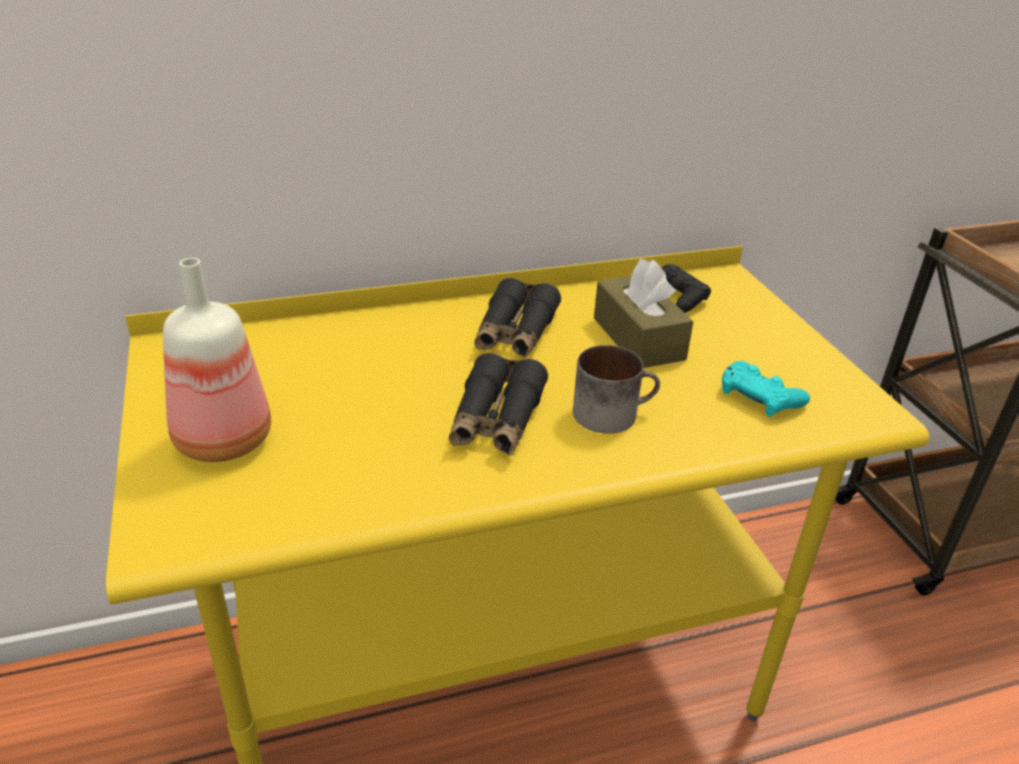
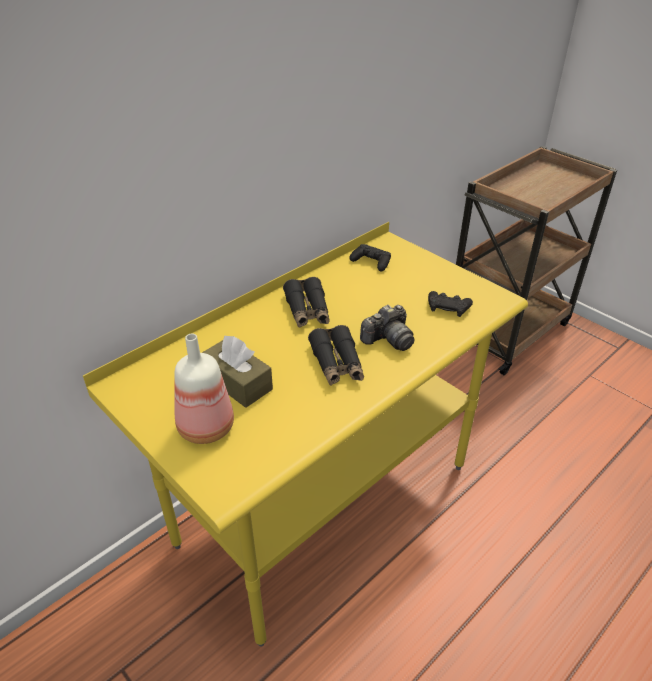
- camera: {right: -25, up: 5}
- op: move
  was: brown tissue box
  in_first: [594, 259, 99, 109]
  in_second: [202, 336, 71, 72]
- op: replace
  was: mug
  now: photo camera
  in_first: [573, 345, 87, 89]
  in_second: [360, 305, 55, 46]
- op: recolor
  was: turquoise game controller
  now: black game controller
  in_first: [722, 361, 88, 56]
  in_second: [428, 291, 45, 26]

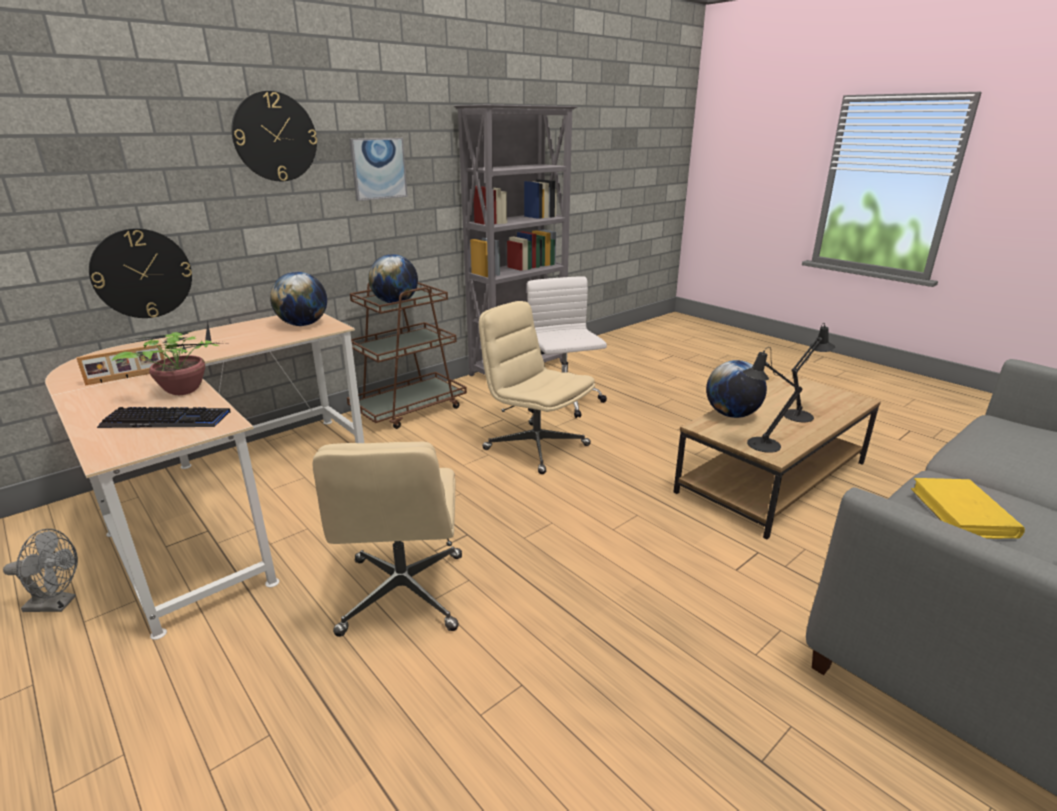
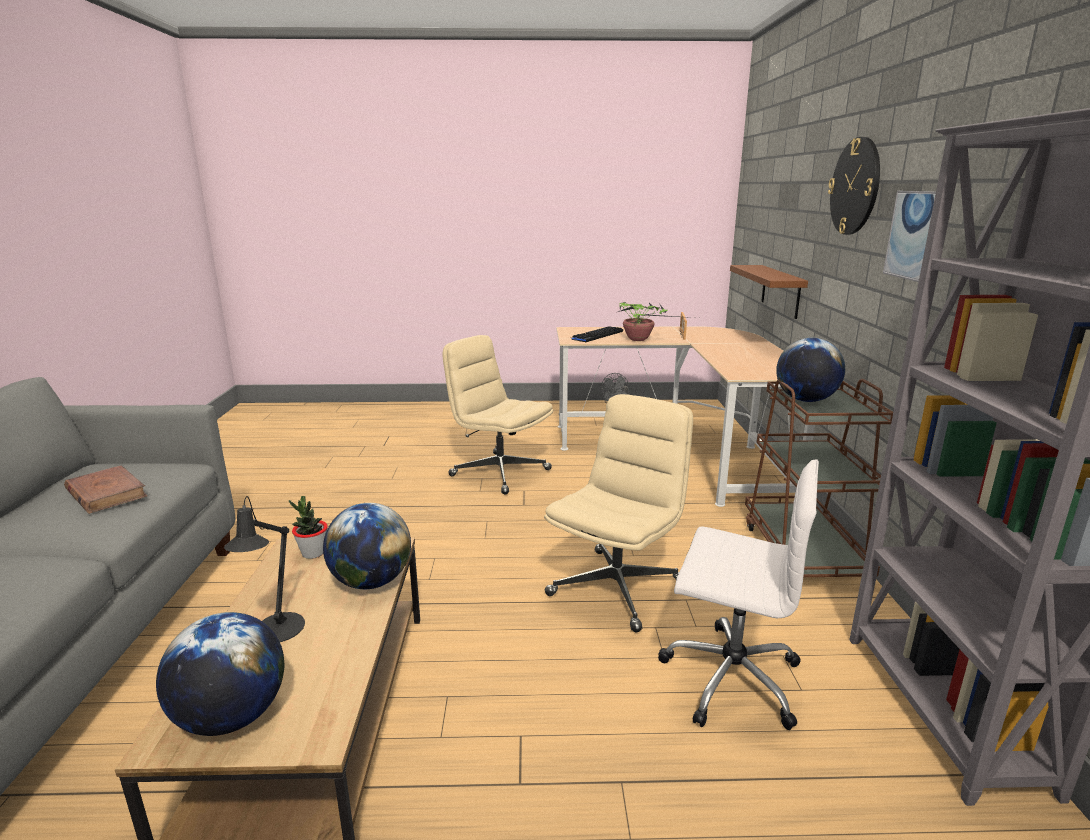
- camera: {right: 130, up: -5}
- op: recolor
  was: yellow book
  now: brown book
  in_first: [911, 478, 114, 61]
  in_second: [64, 465, 83, 49]
- op: move
  was: globe
  in_first: [270, 272, 57, 54]
  in_second: [156, 612, 128, 124]
- op: replace
  was: black table lamp
  now: potted plant
  in_first: [743, 347, 59, 106]
  in_second: [289, 496, 39, 63]
- op: rotate
  was: beige office chair
  in_first: [479, 301, 116, 173]
  in_second: [544, 394, 149, 238]
  clockwise: -45
- op: replace
  was: wall clock
  now: brown shelf
  in_first: [89, 228, 103, 90]
  in_second: [730, 265, 78, 54]

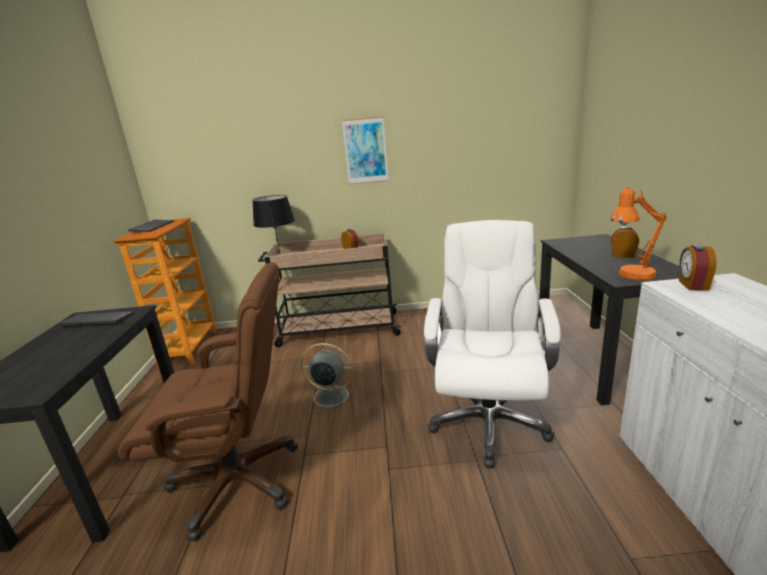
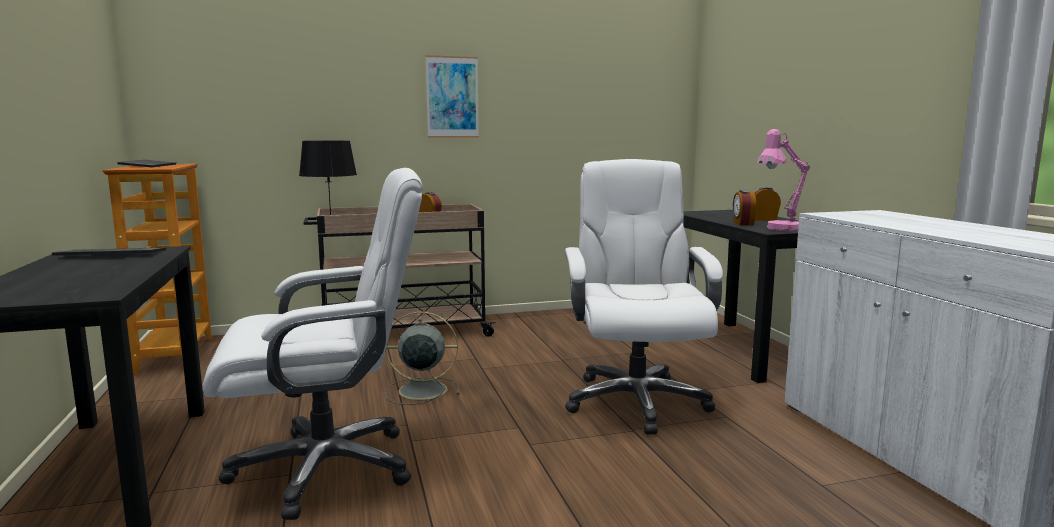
- camera: {right: -15, up: -10}
- op: recolor
  was: brown office chair
  now: white office chair
  in_first: [118, 262, 180, 279]
  in_second: [203, 168, 220, 352]
- op: move
  was: alarm clock
  in_first: [679, 244, 38, 47]
  in_second: [733, 190, 23, 36]
- op: recolor
  was: orange table lamp
  now: pink table lamp
  in_first: [610, 188, 58, 92]
  in_second: [757, 129, 53, 102]

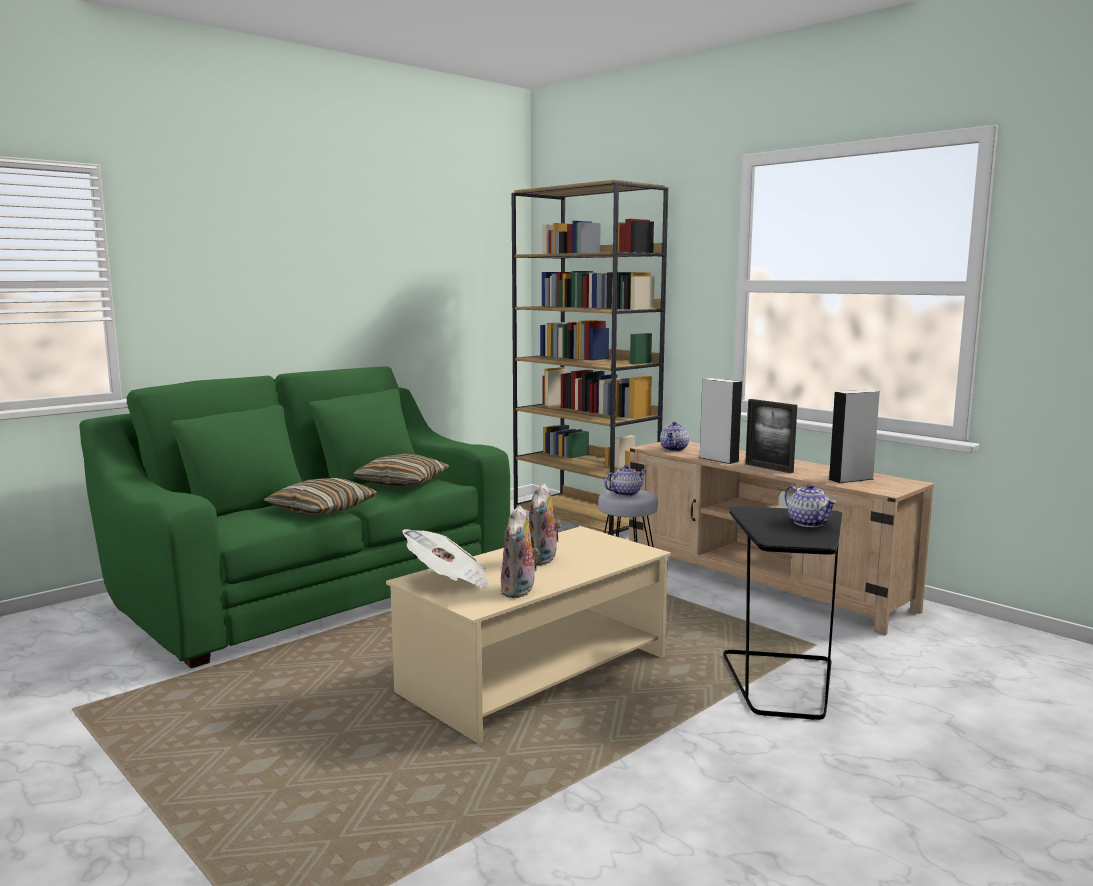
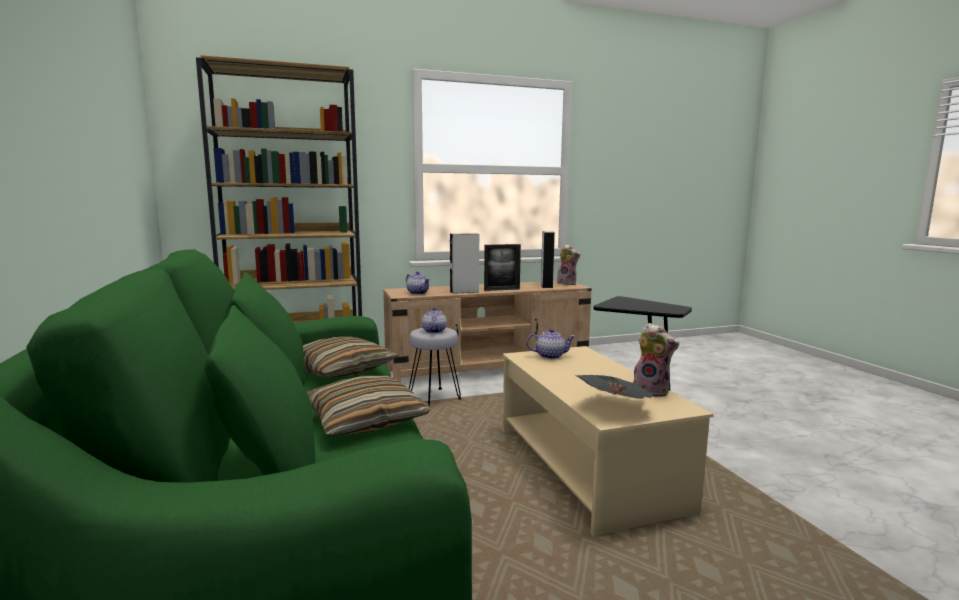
- camera: {right: -65, up: 0}
- op: move
  was: teapot
  in_first: [785, 484, 52, 43]
  in_second: [526, 328, 50, 31]
- op: move
  was: plush toy
  in_first: [529, 483, 32, 83]
  in_second: [557, 244, 23, 41]

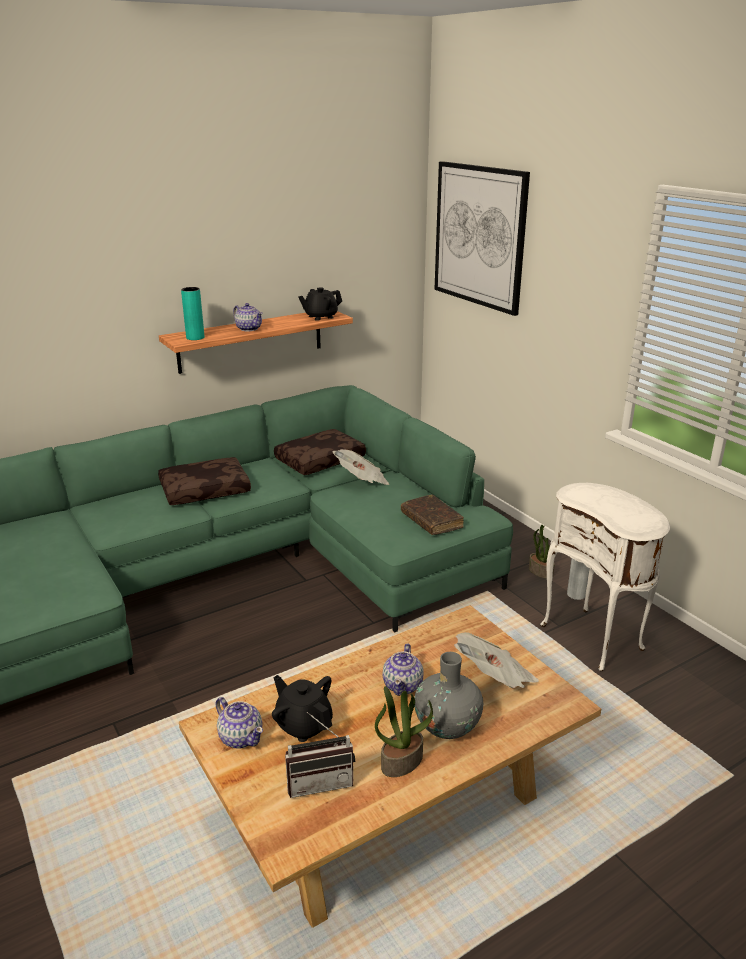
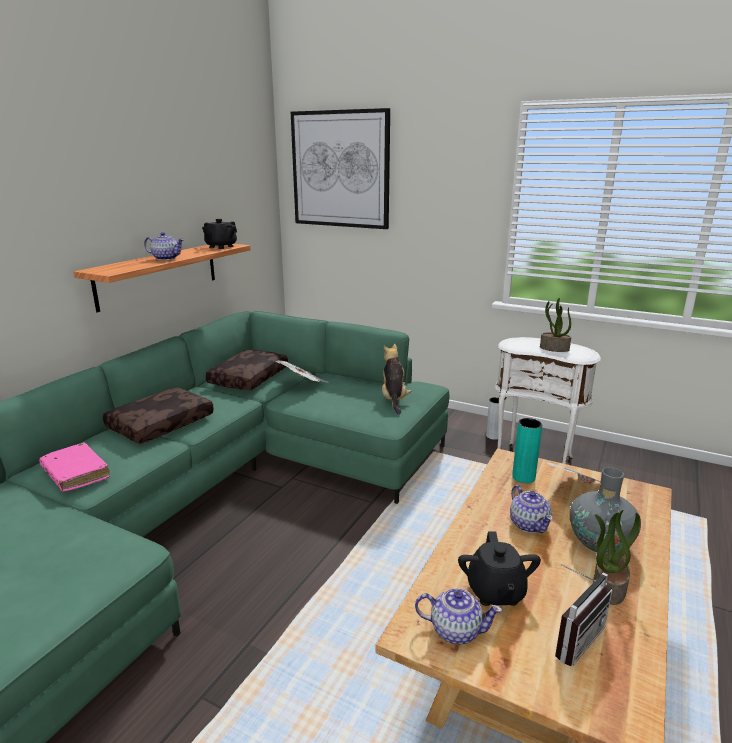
- camera: {right: -30, up: -5}
- op: insert
  now: pink book
  in_second: [39, 443, 71, 49]
- op: replace
  was: brown book
  now: plush toy
  in_first: [401, 494, 63, 41]
  in_second: [382, 344, 30, 71]
- op: rotate
  was: black teapot
  in_first: [272, 675, 61, 67]
  in_second: [458, 531, 83, 75]
  clockwise: -105
- op: move
  was: turquoise vase
  in_first: [181, 287, 23, 53]
  in_second: [512, 418, 30, 65]
- op: move
  was: potted plant
  in_first: [529, 525, 26, 54]
  in_second: [540, 298, 31, 54]

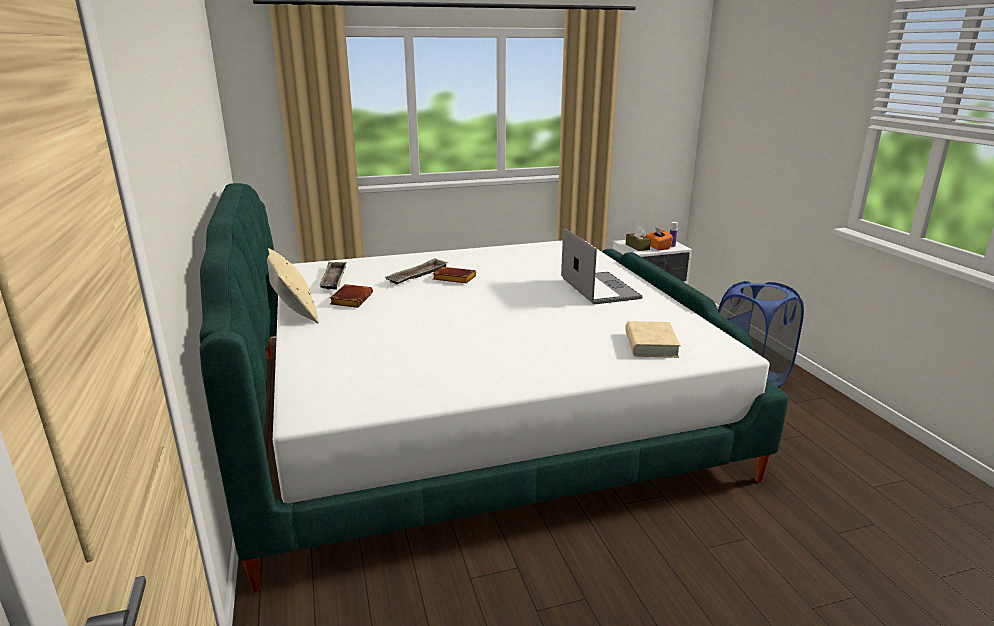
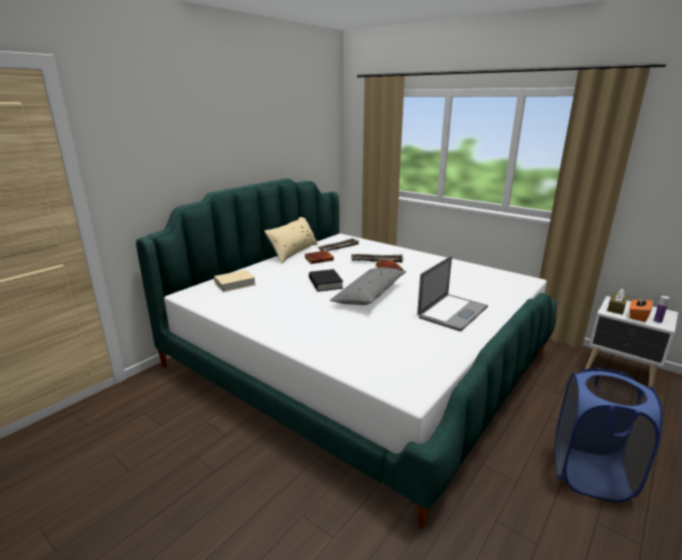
- camera: {right: 55, up: 0}
- op: move
  was: beige book
  in_first: [625, 321, 56, 37]
  in_second: [214, 270, 42, 22]
- op: insert
  now: black book
  in_second: [309, 269, 34, 23]
- op: insert
  now: grey pillow
  in_second: [330, 268, 76, 37]

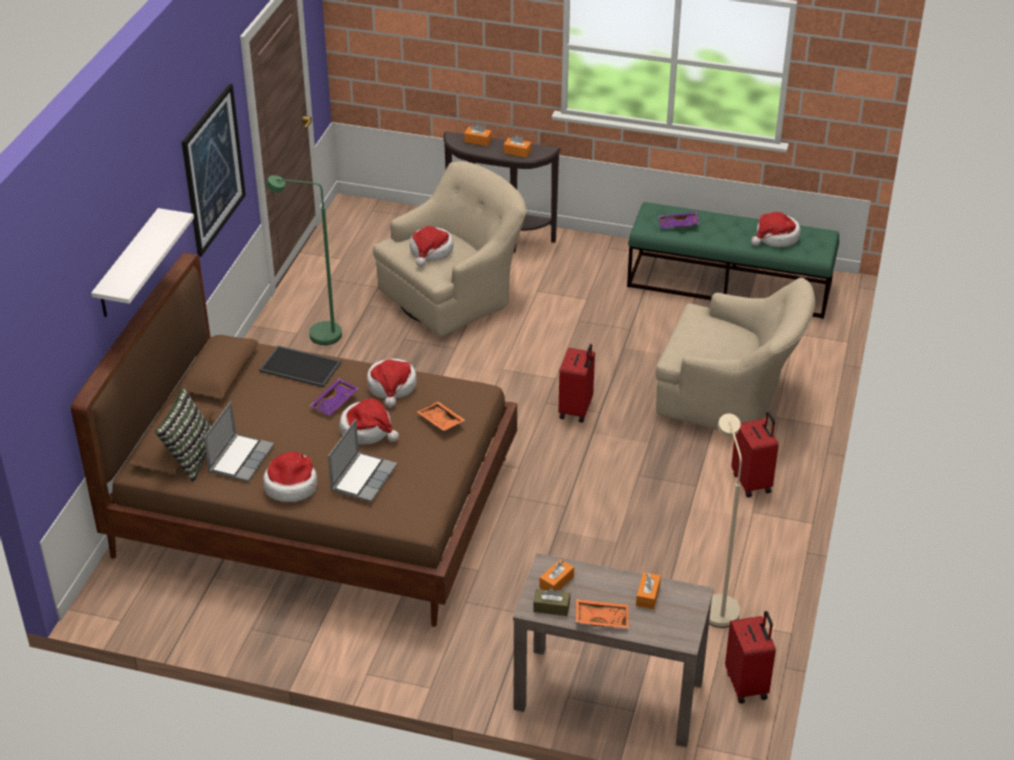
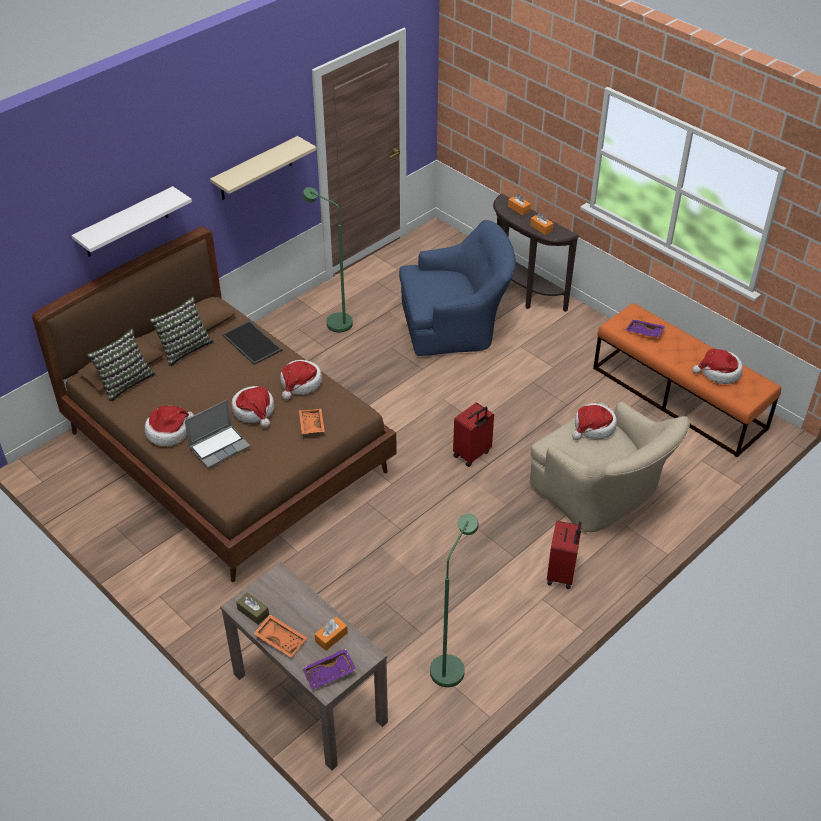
- camera: {right: 30, up: 5}
- op: insert
  now: pillow
  in_second: [149, 296, 65, 71]
- op: replace
  was: picture
  now: beige shelf
  in_first: [181, 84, 65, 173]
  in_second: [210, 136, 107, 64]
- op: move
  was: purple tray
  in_first: [310, 378, 48, 38]
  in_second: [303, 649, 53, 41]
- op: recolor
  was: beige armchair
  now: blue armchair
  in_first: [373, 161, 154, 175]
  in_second: [399, 220, 117, 136]
- op: recolor
  was: beige floor lamp
  now: green floor lamp
  in_first: [709, 414, 33, 214]
  in_second: [430, 514, 49, 173]
- op: move
  was: hat
  in_first: [410, 226, 43, 41]
  in_second: [572, 403, 45, 37]
- op: recolor
  was: green bench
  now: orange bench
  in_first: [627, 202, 212, 117]
  in_second: [593, 303, 188, 154]
- op: delete
  was: laptop
  in_first: [203, 401, 71, 81]
- op: delete
  was: orange tissue box
  in_first: [539, 559, 35, 32]
- op: delete
  was: red suitcase
  in_first: [725, 611, 51, 93]

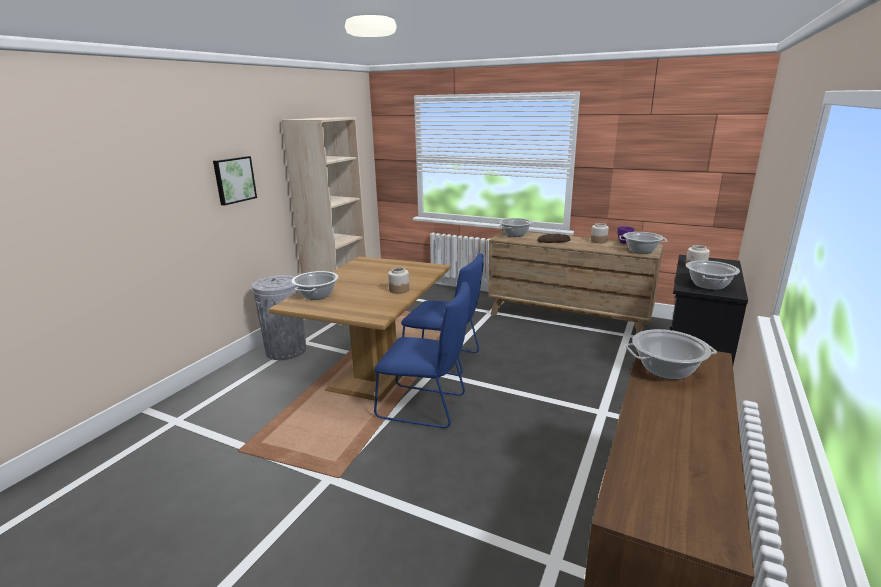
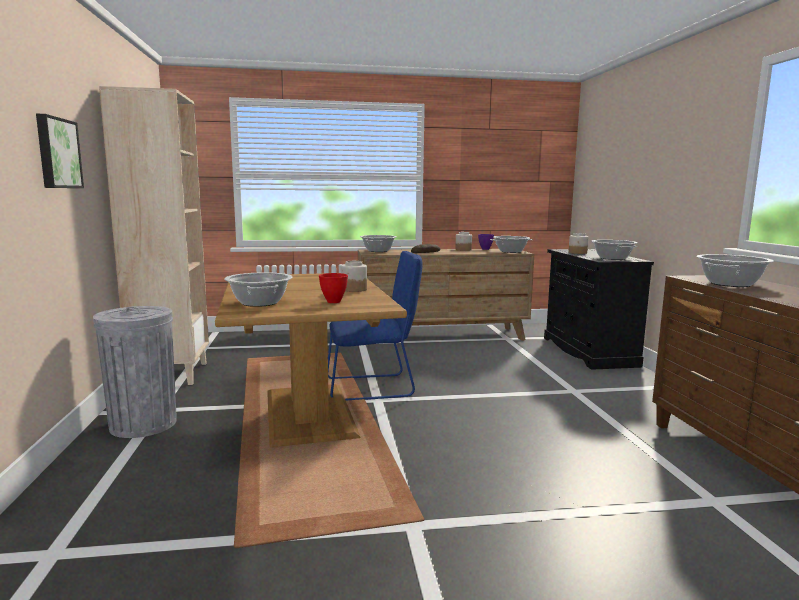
- camera: {right: -35, up: -10}
- op: insert
  now: red bowl
  in_second: [319, 273, 29, 30]
- op: delete
  was: blue chair
  in_first: [374, 282, 96, 146]

